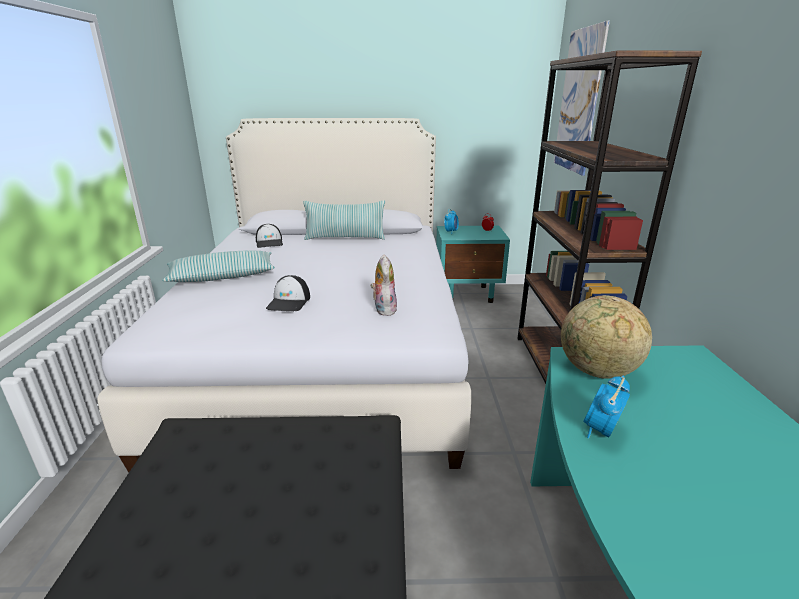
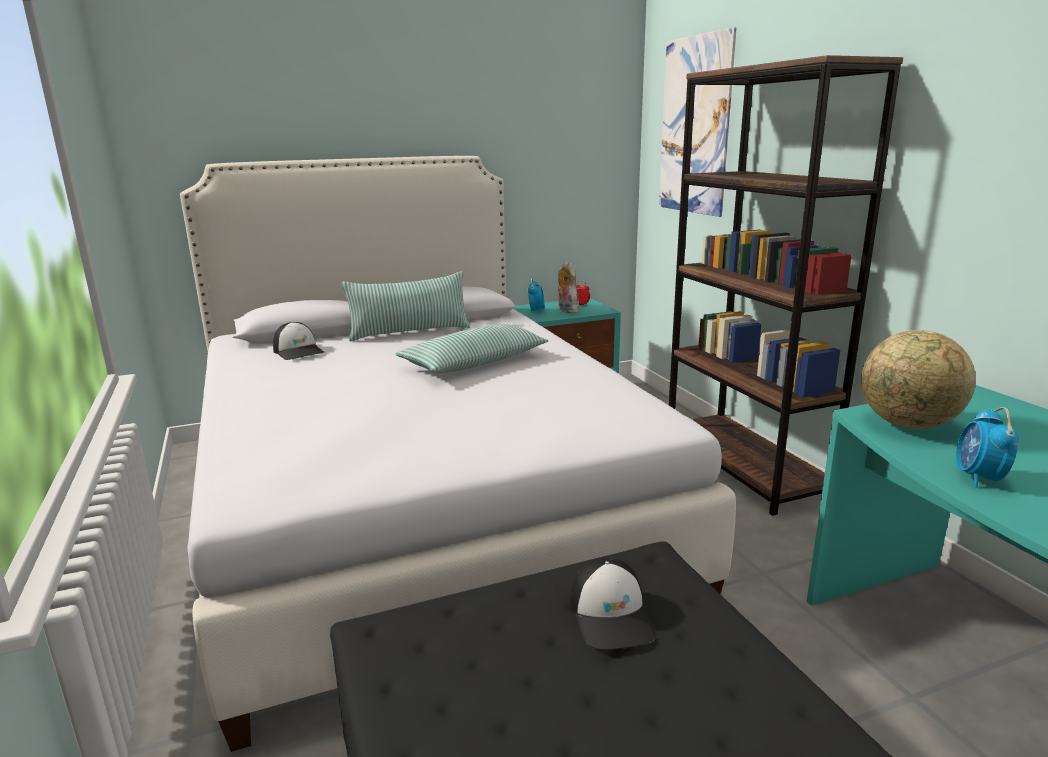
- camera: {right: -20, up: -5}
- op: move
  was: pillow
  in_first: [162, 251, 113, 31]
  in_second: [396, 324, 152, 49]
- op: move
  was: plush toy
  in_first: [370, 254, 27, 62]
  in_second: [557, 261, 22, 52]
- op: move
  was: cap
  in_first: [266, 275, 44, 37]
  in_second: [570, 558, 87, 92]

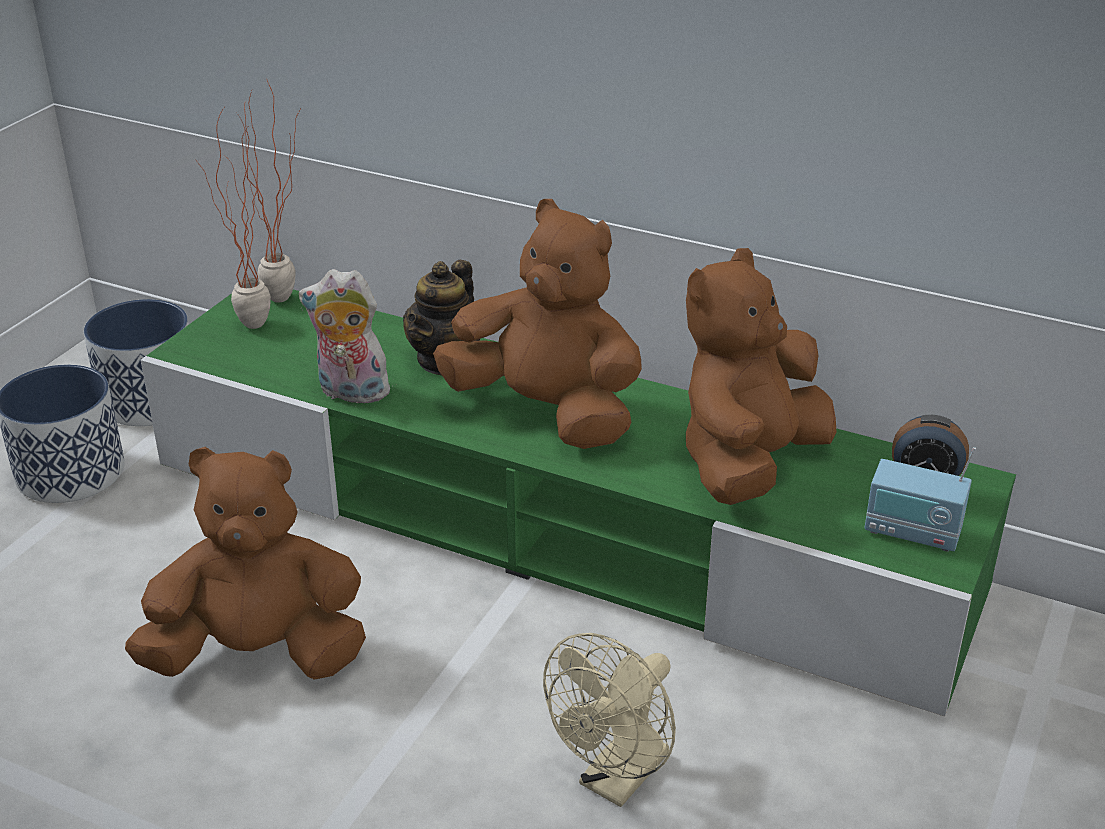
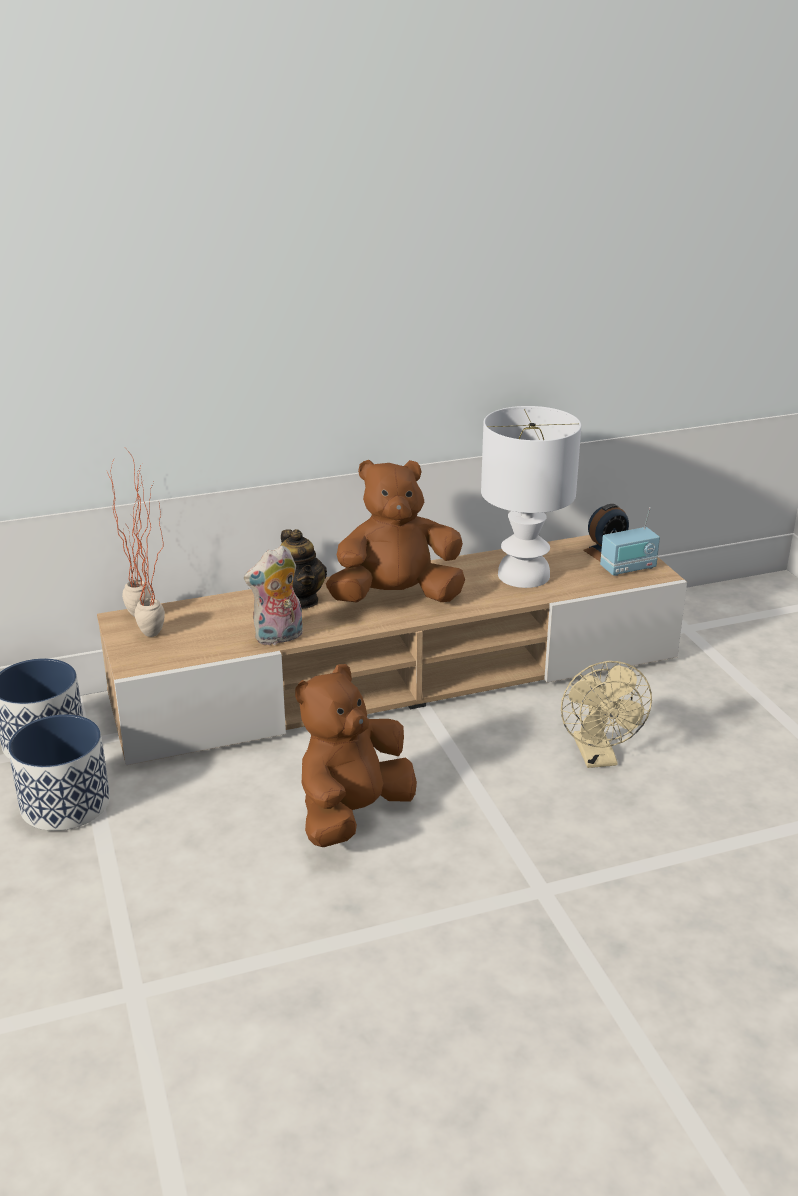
- camera: {right: -45, up: -5}
- op: recolor
  was: green tv stand
  now: beige tv stand
  in_first: [141, 290, 875, 427]
  in_second: [97, 535, 590, 230]
- op: replace
  was: brown plush toy
  now: white table lamp
  in_first: [686, 248, 151, 257]
  in_second: [481, 406, 100, 182]

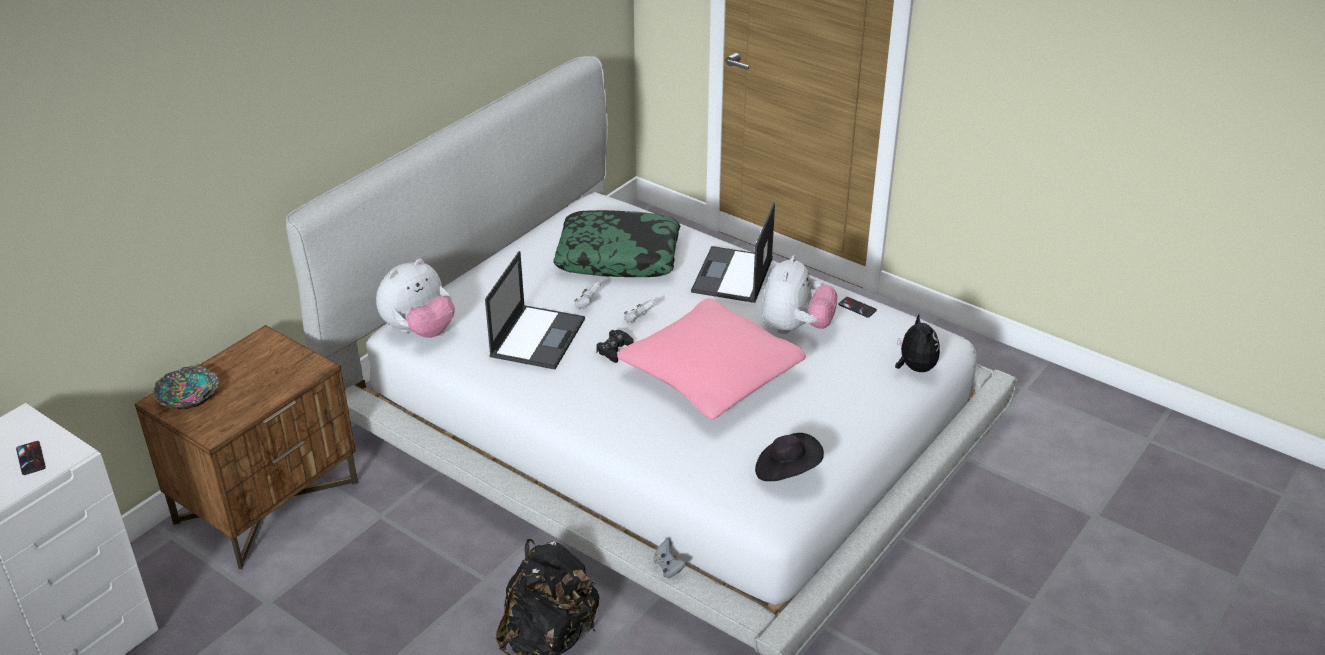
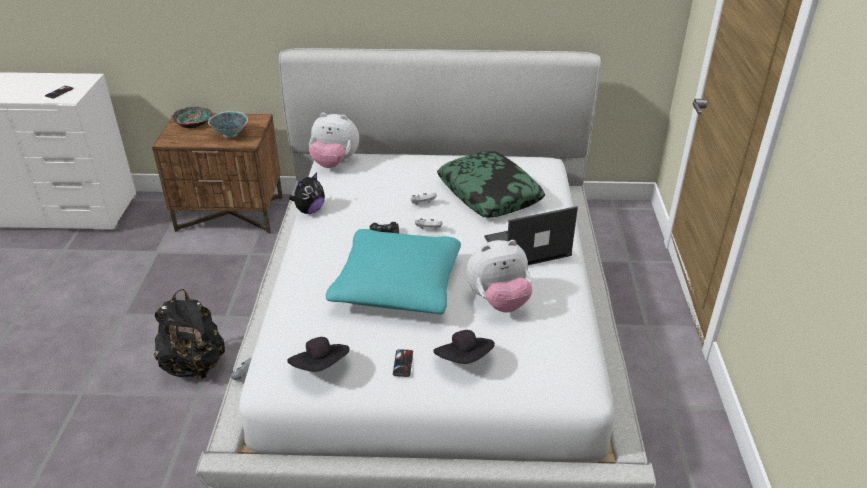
- camera: {right: 55, up: 0}
- op: insert
  now: bowl
  in_second: [208, 111, 40, 27]
- op: move
  was: plush toy
  in_first: [895, 314, 45, 58]
  in_second: [289, 172, 36, 42]
- op: recolor
  was: pink pillow
  now: turquoise pillow
  in_first: [617, 299, 189, 120]
  in_second: [326, 229, 135, 85]
- op: move
  was: phone
  in_first: [838, 297, 39, 21]
  in_second: [393, 349, 20, 28]
- op: insert
  now: black hat
  in_second: [433, 330, 62, 34]
- op: delete
  was: laptop
  in_first: [485, 251, 100, 118]

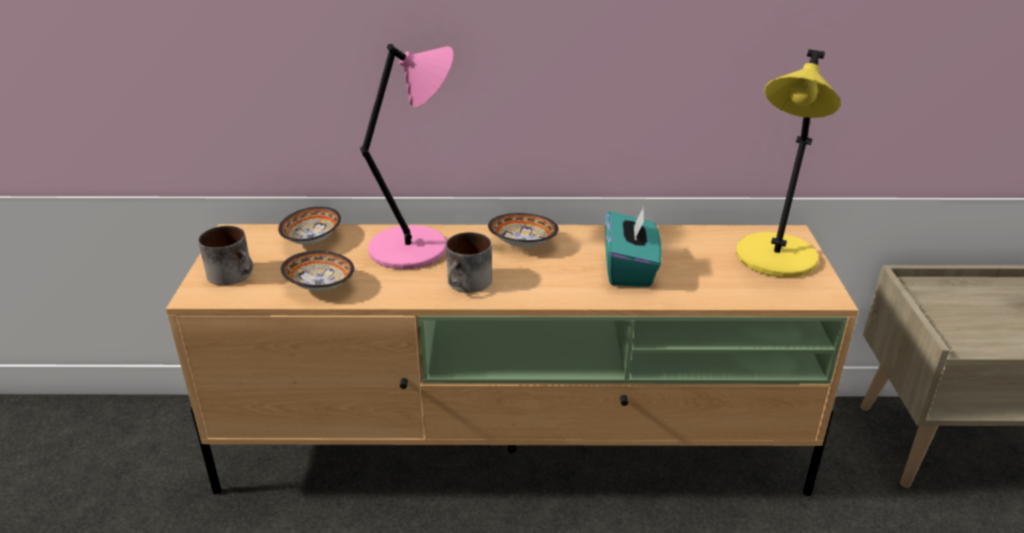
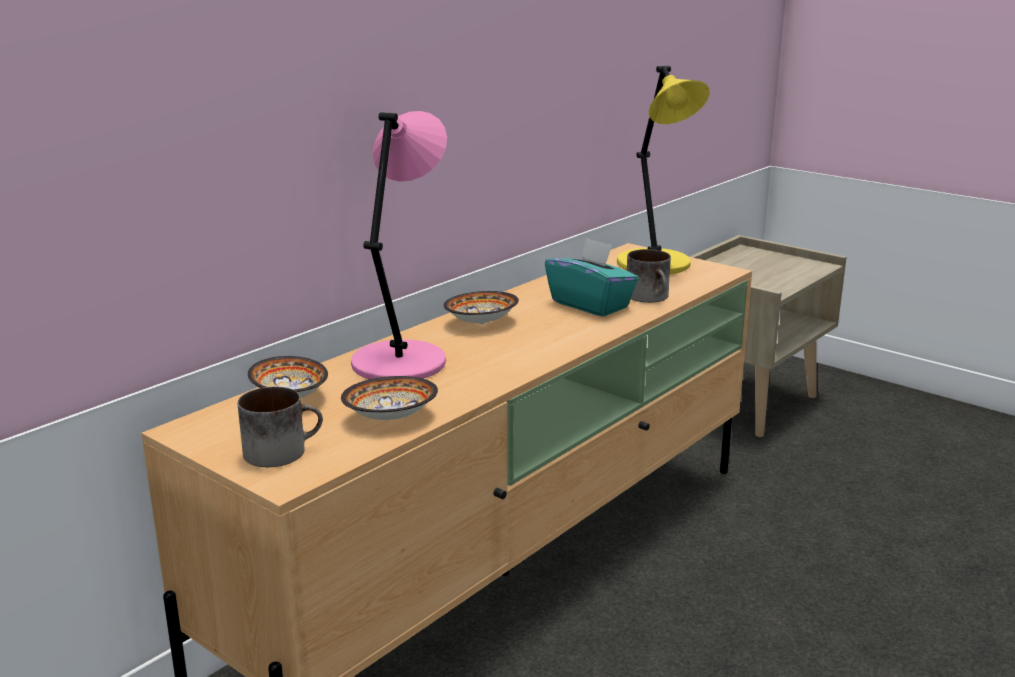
- camera: {right: -50, up: -10}
- op: move
  was: mug
  in_first: [446, 232, 46, 61]
  in_second: [627, 249, 44, 54]

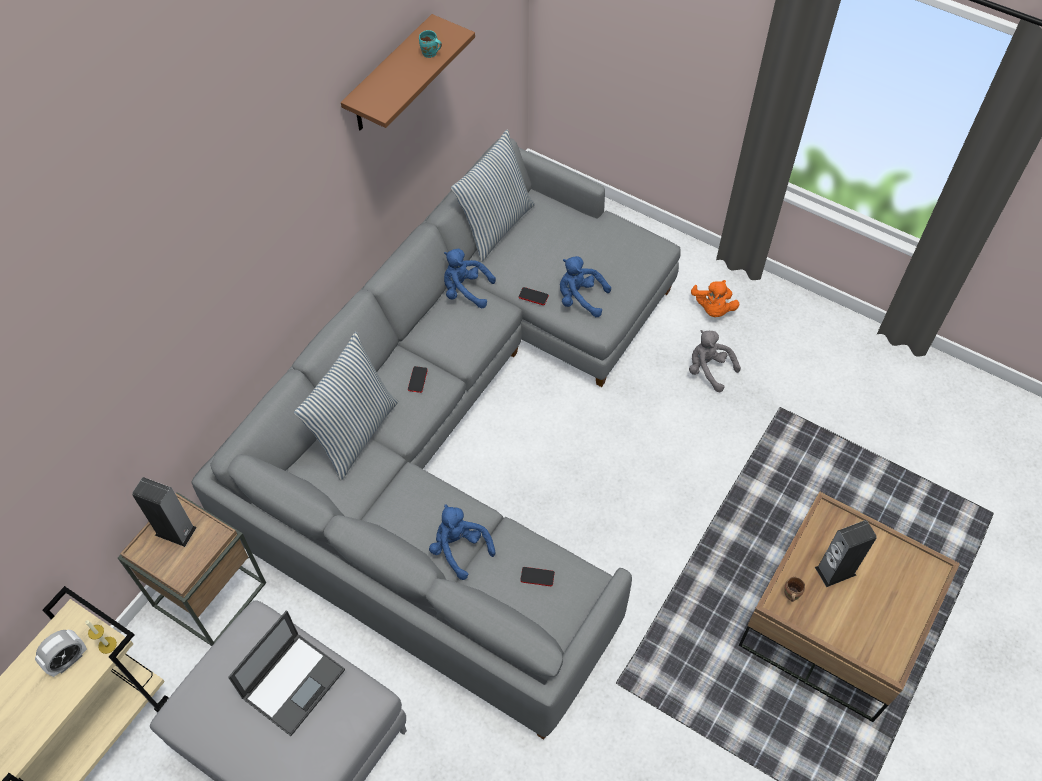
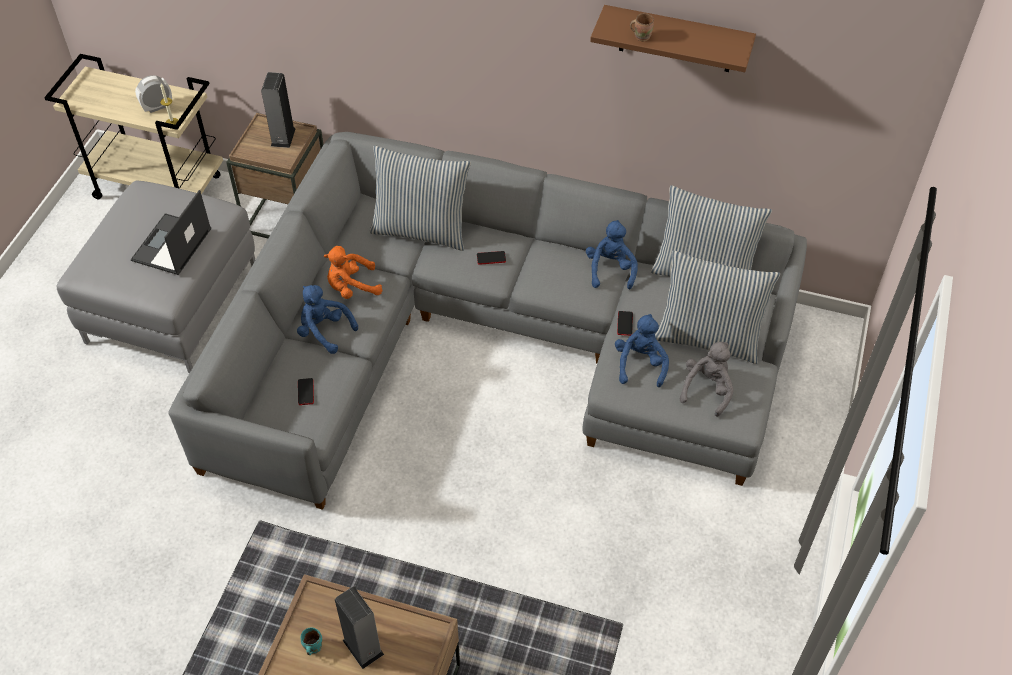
- camera: {right: 75, up: -5}
- op: rotate
  was: laptop
  in_first: [228, 610, 117, 126]
  in_second: [131, 190, 80, 85]
  clockwise: 90
- op: rotate
  was: alarm clock
  in_first: [35, 630, 52, 47]
  in_second: [135, 75, 37, 38]
  clockwise: 120
- op: rotate
  was: blue plush toy
  in_first: [429, 504, 66, 76]
  in_second: [297, 285, 61, 69]
  clockwise: -90
- op: move
  was: turquoise mug
  in_first: [419, 30, 23, 28]
  in_second: [300, 627, 22, 28]
- op: move
  was: orange plush toy
  in_first: [691, 280, 48, 37]
  in_second: [324, 246, 58, 53]
- op: move
  was: brown mug
  in_first: [784, 577, 21, 25]
  in_second: [630, 13, 24, 28]
- op: insert
  now: pillow
  in_second: [655, 250, 125, 114]
- op: move
  was: grey plush toy
  in_first: [689, 330, 52, 62]
  in_second: [680, 342, 54, 75]

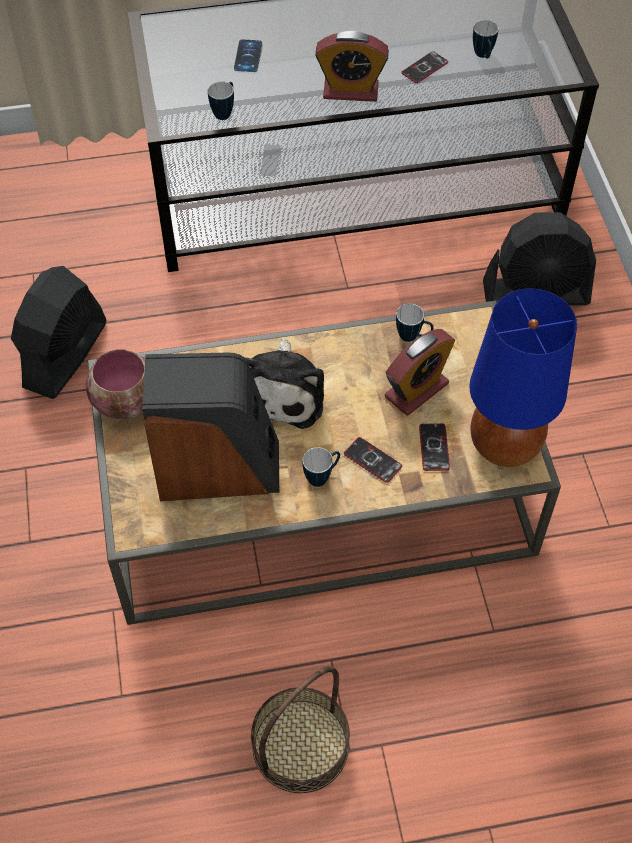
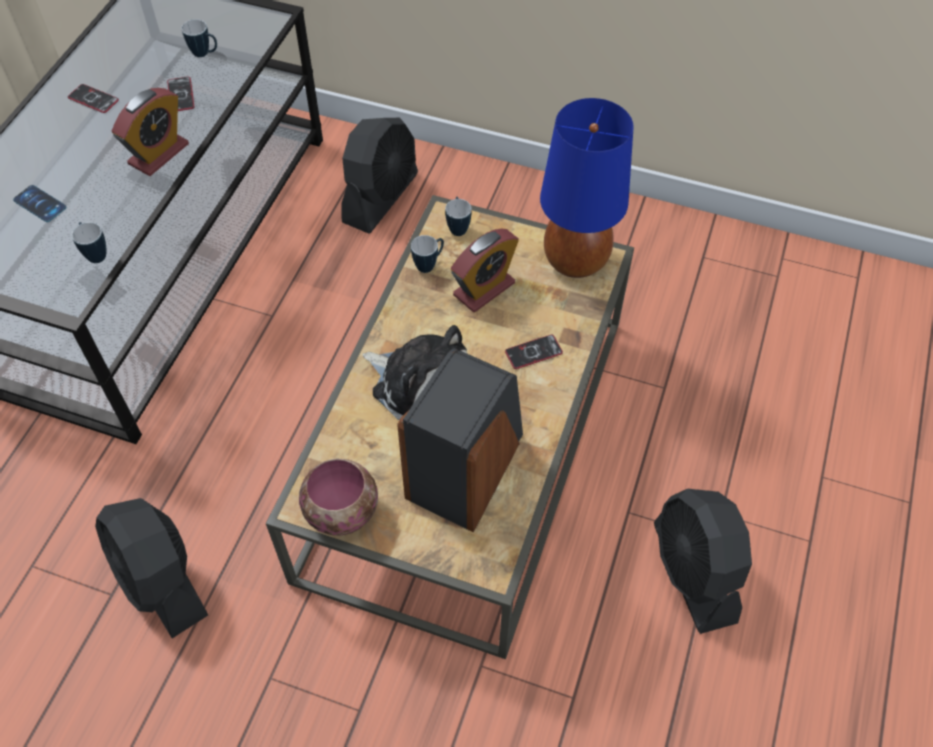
- camera: {right: -60, up: 0}
- op: move
  was: phone
  in_first: [419, 423, 31, 48]
  in_second: [68, 84, 51, 29]
- op: move
  was: mug
  in_first: [302, 447, 38, 40]
  in_second: [445, 197, 27, 39]
- op: rotate
  was: alarm clock
  in_first: [385, 329, 70, 86]
  in_second: [451, 229, 68, 83]
  clockwise: 60
- op: replace
  was: basket
  now: black fan
  in_first: [251, 666, 99, 127]
  in_second: [654, 489, 98, 145]

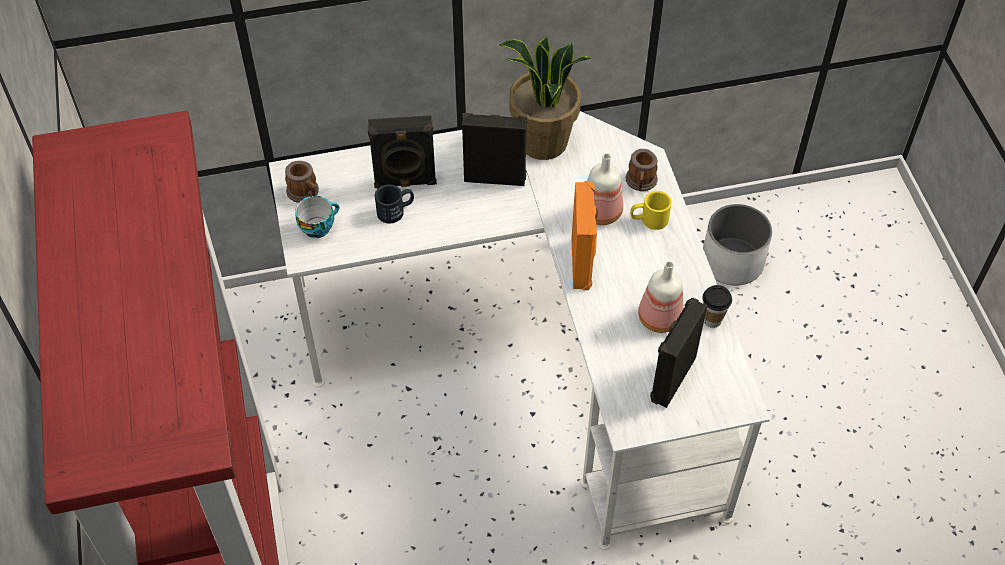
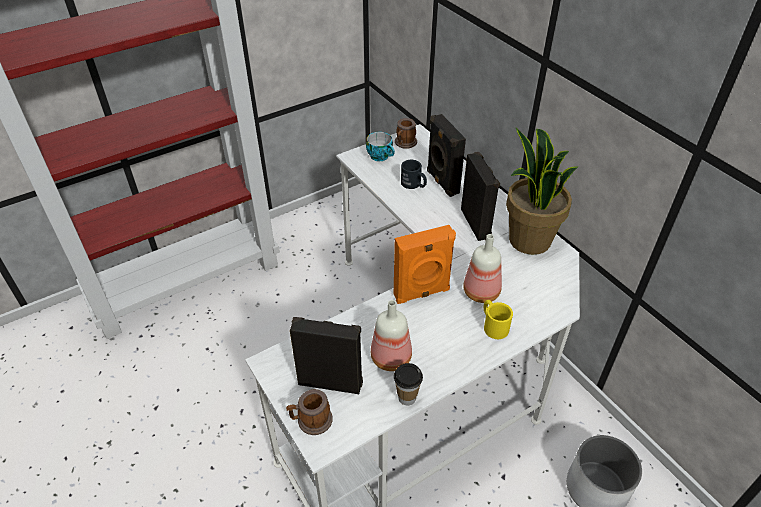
- camera: {right: 70, up: -10}
- op: move
  was: mug
  in_first: [626, 149, 32, 42]
  in_second: [286, 389, 47, 46]

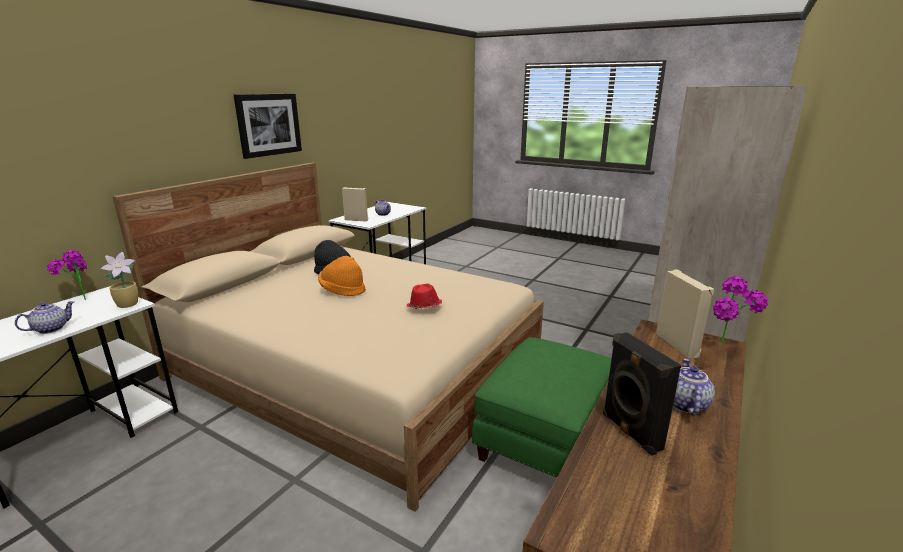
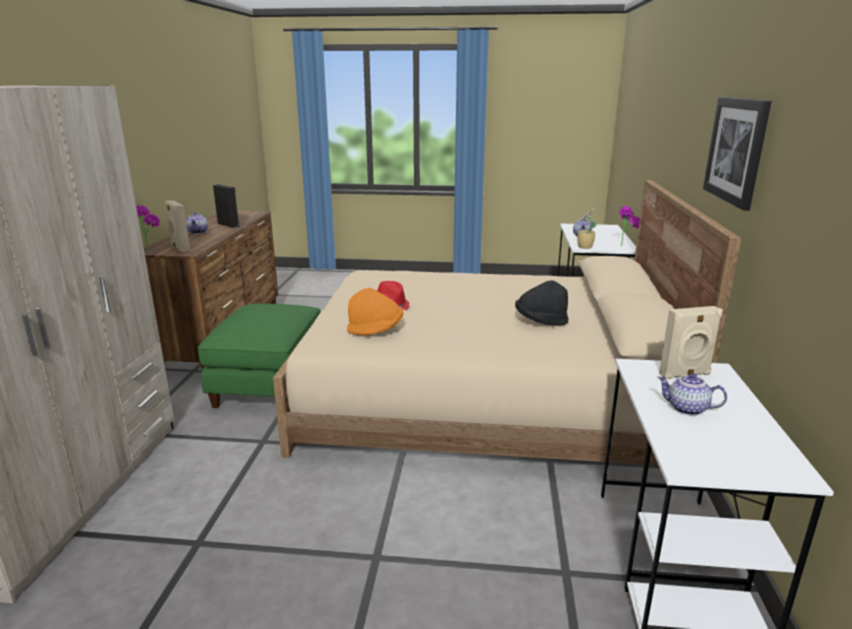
- camera: {right: 155, up: 0}
- op: move
  was: orange hat
  in_first: [318, 256, 48, 40]
  in_second: [347, 288, 56, 47]

